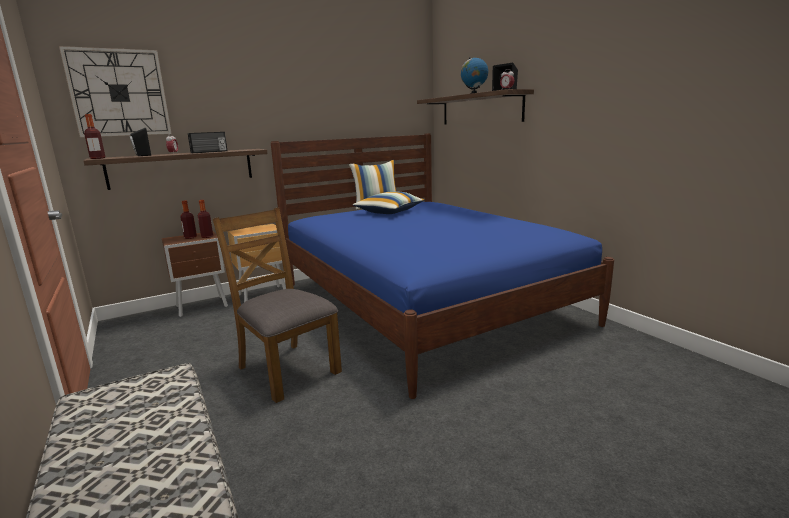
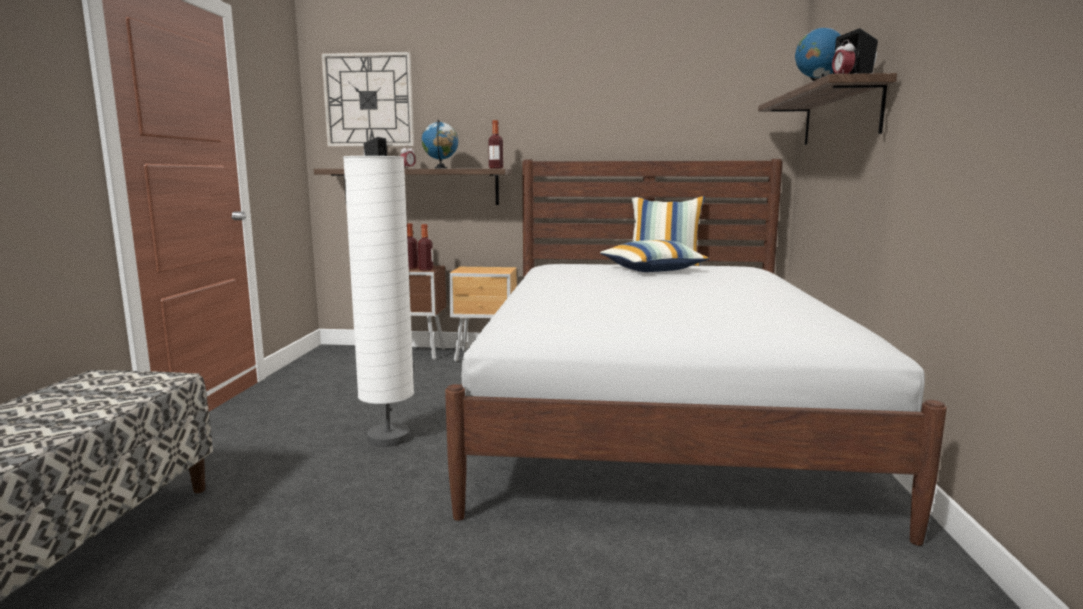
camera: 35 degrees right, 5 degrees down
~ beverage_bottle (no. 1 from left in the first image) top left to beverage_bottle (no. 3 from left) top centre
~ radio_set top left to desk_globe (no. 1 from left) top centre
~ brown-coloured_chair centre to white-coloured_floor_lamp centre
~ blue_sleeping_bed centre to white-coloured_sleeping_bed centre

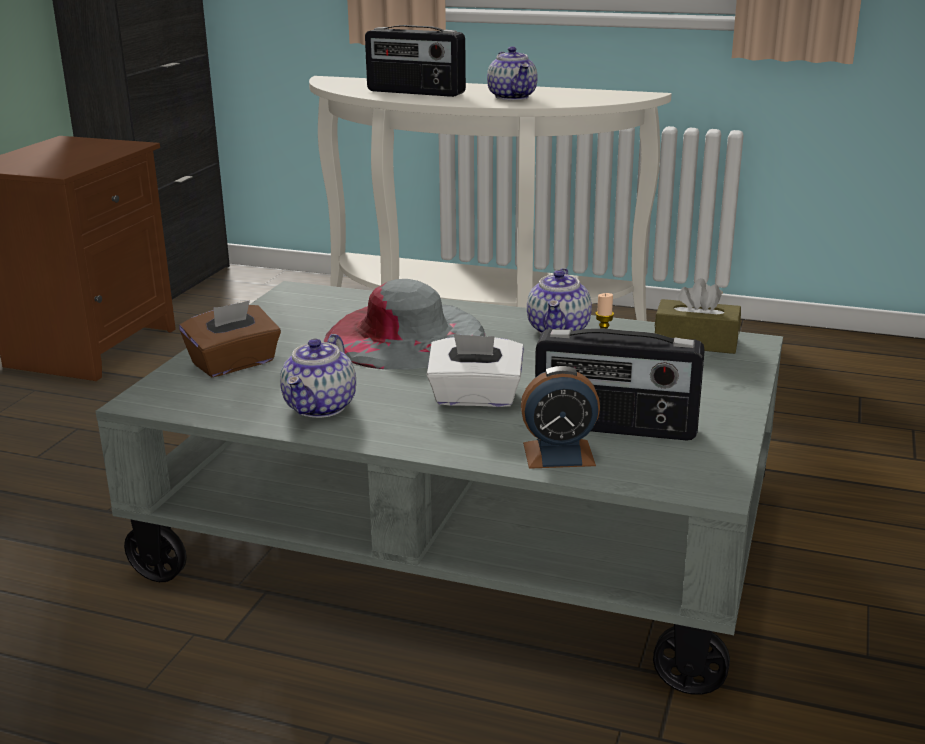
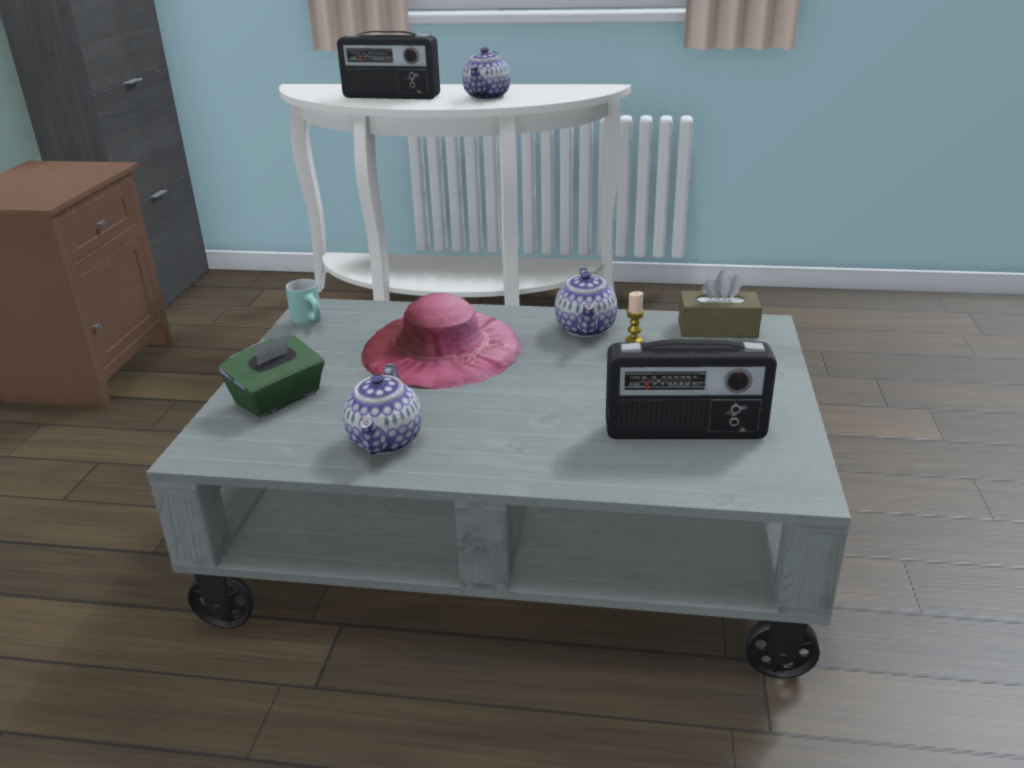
camera: 10 degrees left, 5 degrees up
~ brown-coloured_box_of_tissues (no. 1 from left) middle left to green-coloured_box_of_tissues middle left
~ grey_hat centre to pinkish_hat centre
- white-coloured_box_of_tissues centre
~ teapot (no. 2 from left) top centre = top centre 45 degrees clockwise
- bedside_clock centre
+ turquoise-coloured_coffee_mug middle left

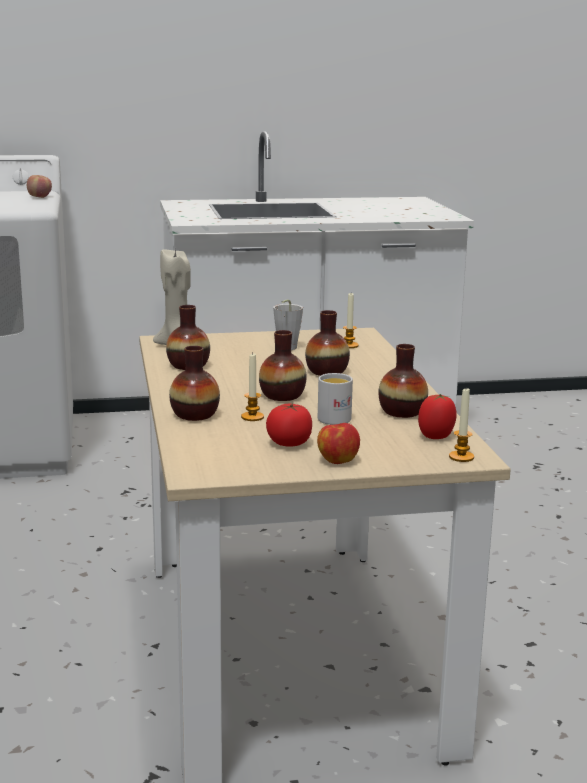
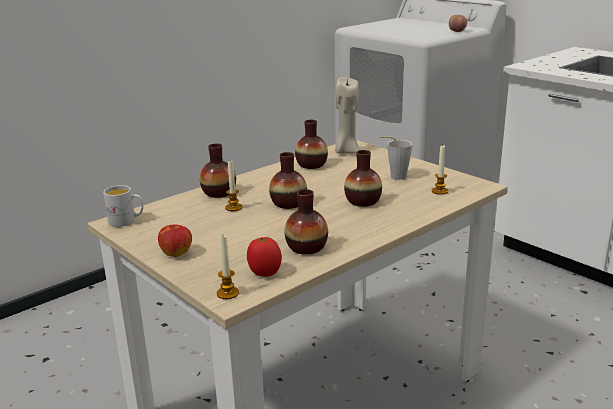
camera: 60 degrees right, 5 degrees up
- tomato (no. 1 from left) centre
~ white-coloured_coffee_mug centre to middle left

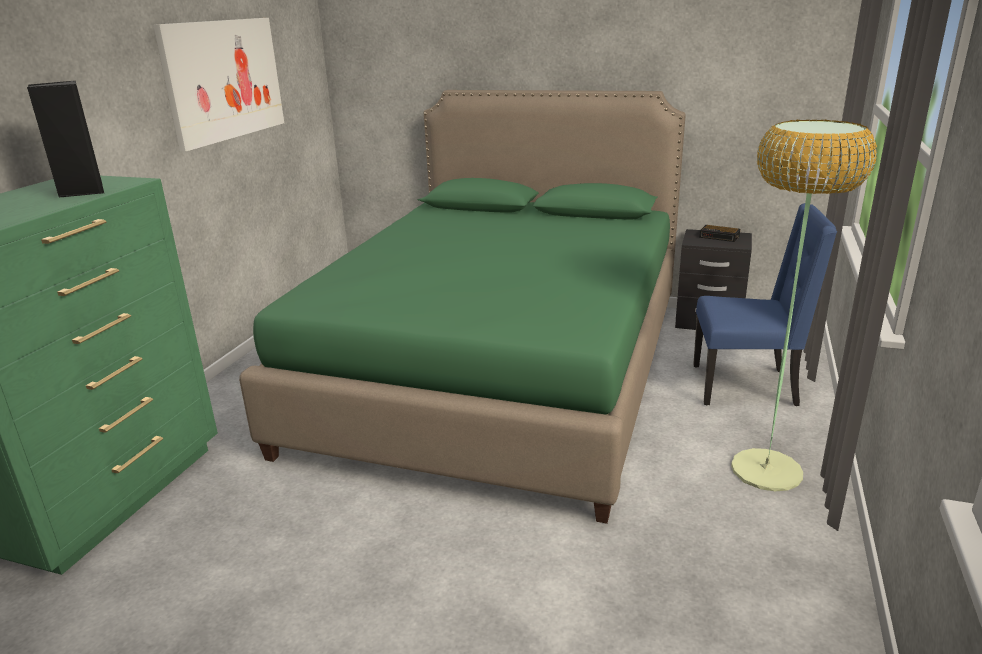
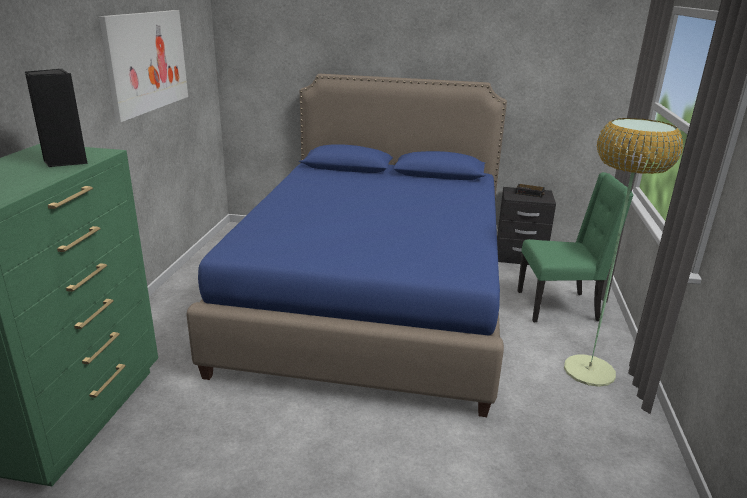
camera: 10 degrees left, 0 degrees up
~ green-coloured_sleeping_bed centre to blue_sleeping_bed centre
~ blue_chair middle right to green-coloured_chair middle right

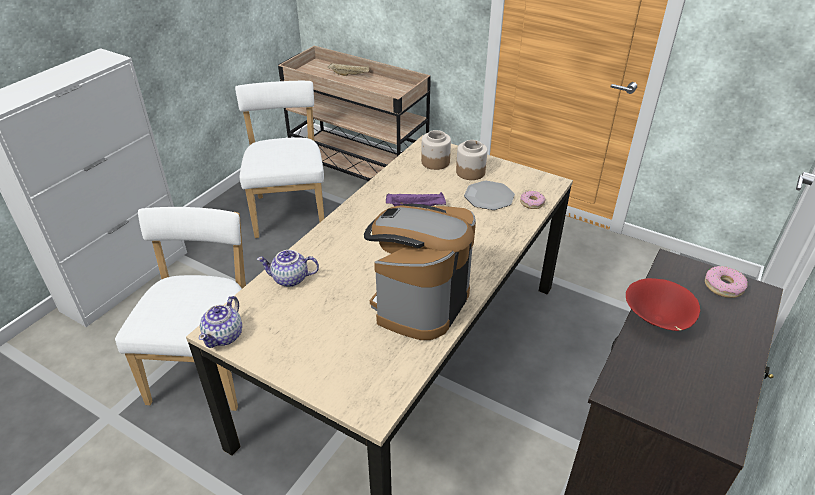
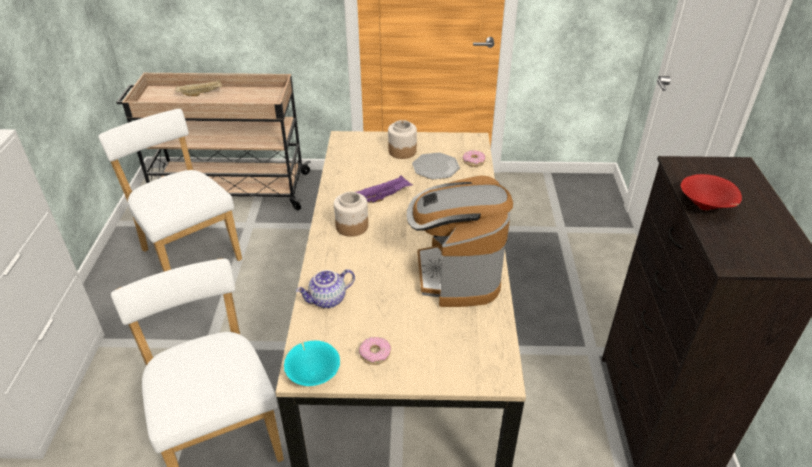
camera: 30 degrees left, 0 degrees up
~ teapot (no. 1 from left) middle left to turquoise-coloured_bowl bottom centre
~ preserve_jar (no. 1 from left) top centre to centre
~ donut (no. 2 from left in the first image) middle right to donut (no. 1 from left) bottom centre

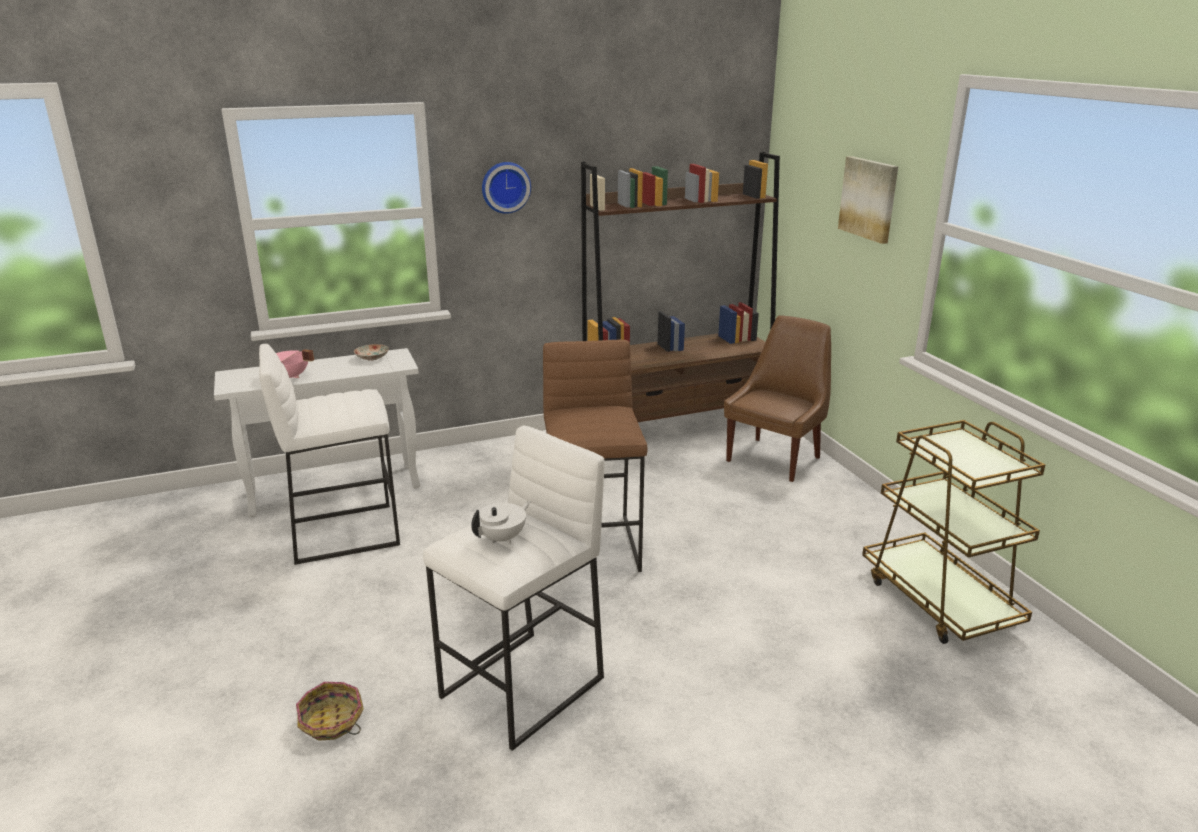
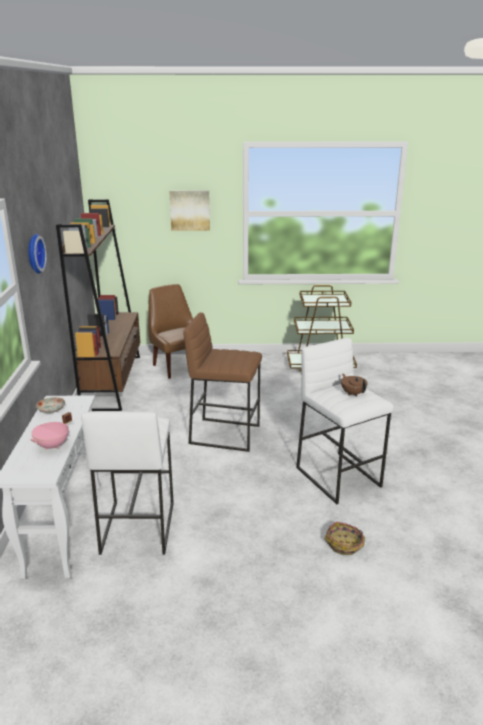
camera: 70 degrees left, 0 degrees up
~ white-coloured_teapot centre to brown-coloured_teapot middle right

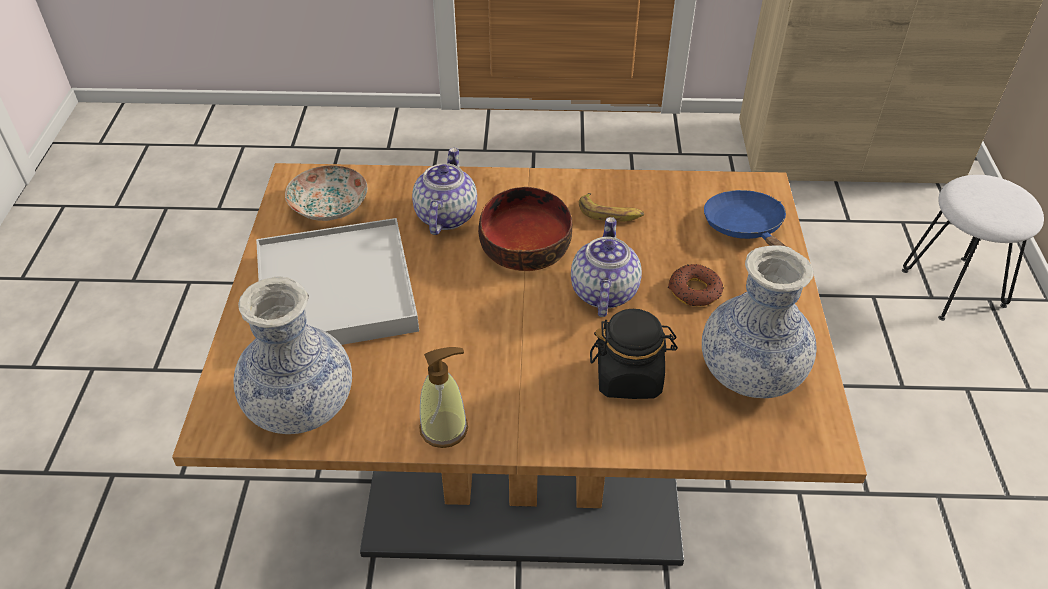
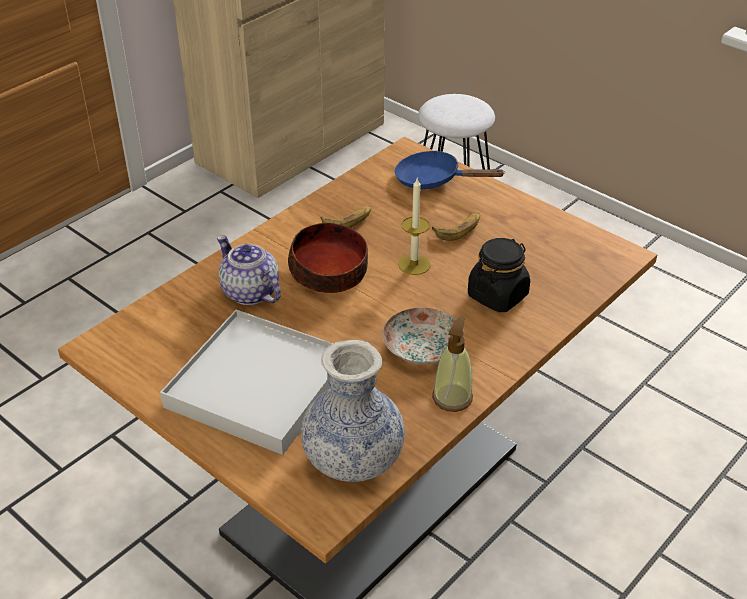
camera: 50 degrees left, 5 degrees down
~ plate top left to centre
~ teapot (no. 2 from left) centre to wax_light centre
~ donut centre to banana_fruit (no. 2 from left) centre
- decorative_vase (no. 2 from left) middle right

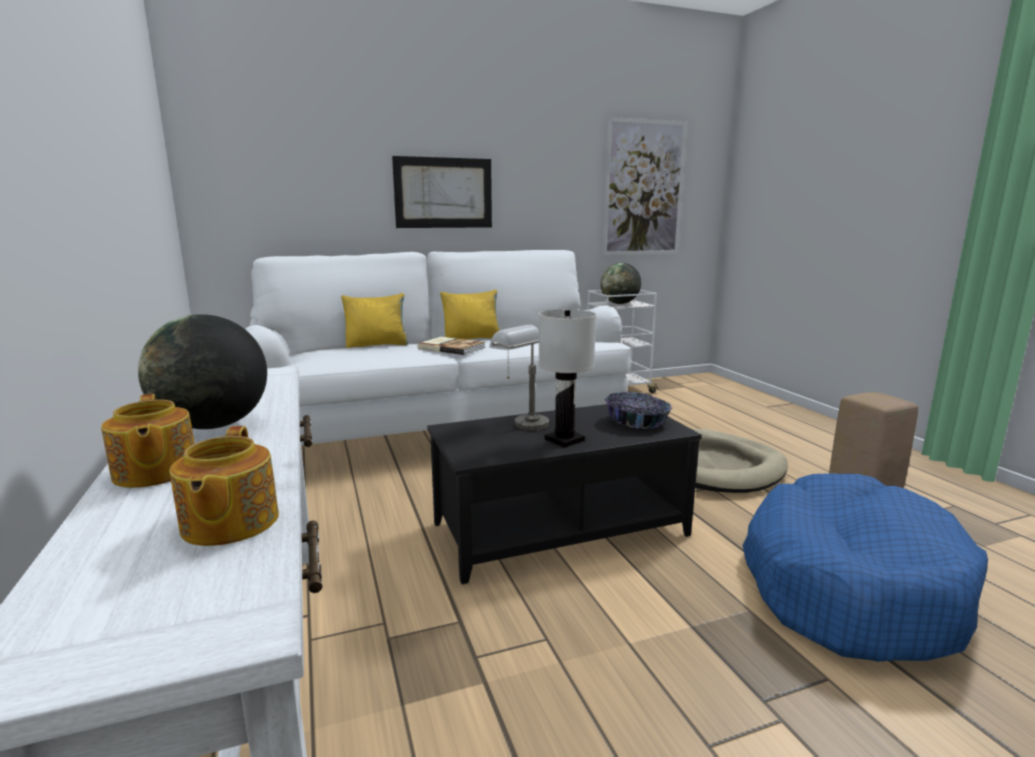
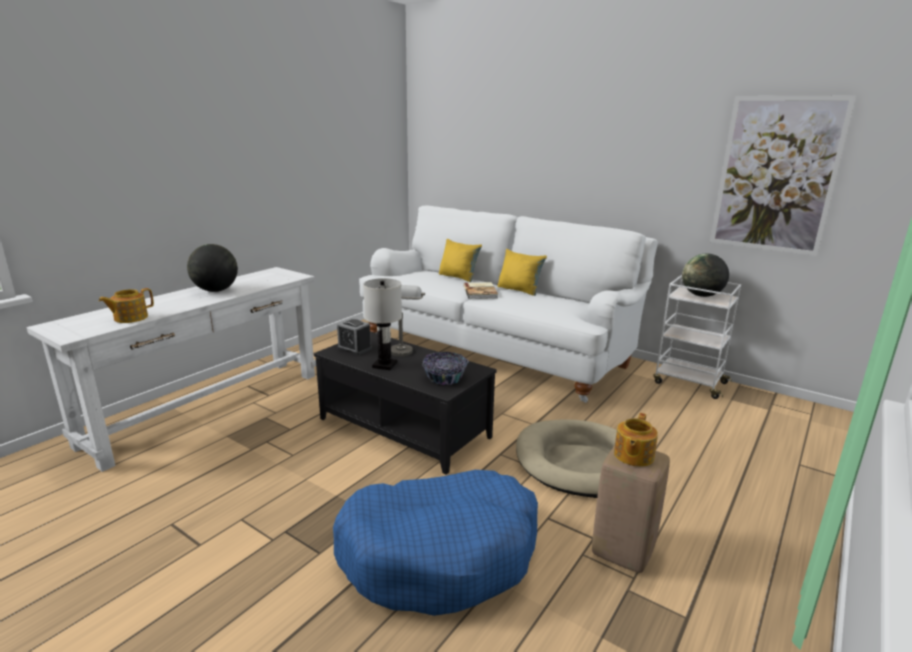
camera: 55 degrees right, 5 degrees up
~ teapot (no. 1 from left in the first image) middle left to teapot (no. 2 from left) bottom right
- wall_picture (no. 1 from left) top centre
+ bedside_clock centre

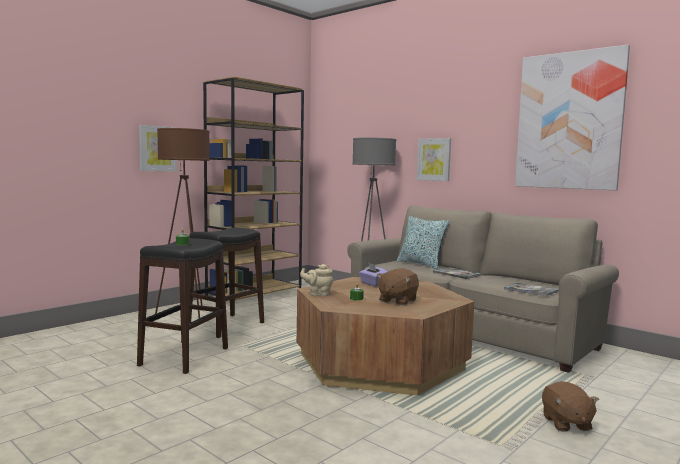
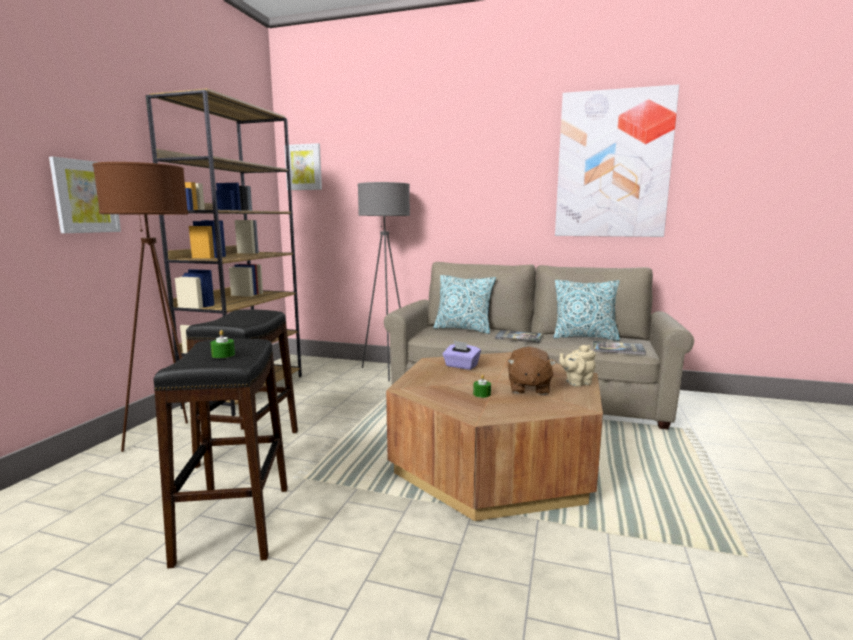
camera: 25 degrees left, 5 degrees up
~ beige_teapot centre to middle right
~ wall_picture (no. 2 from left) centre to top centre
- brown-coloured_cuddly_toy (no. 2 from left) bottom right
+ throw_pillow (no. 2 from left) middle right

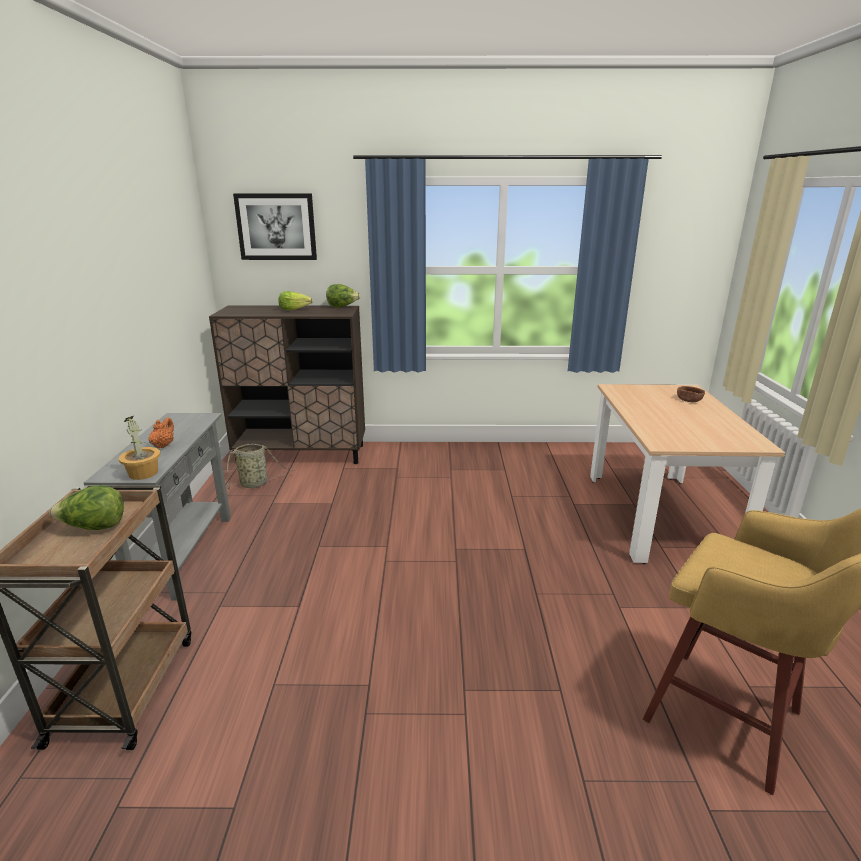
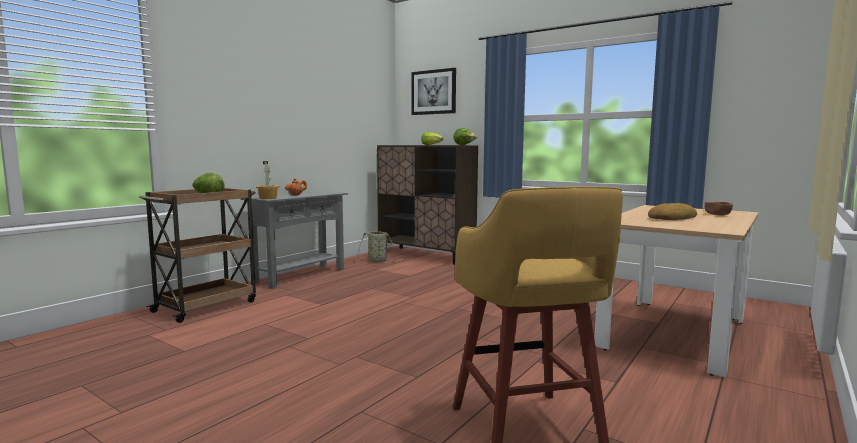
camera: 35 degrees right, 15 degrees down
+ bread middle right

